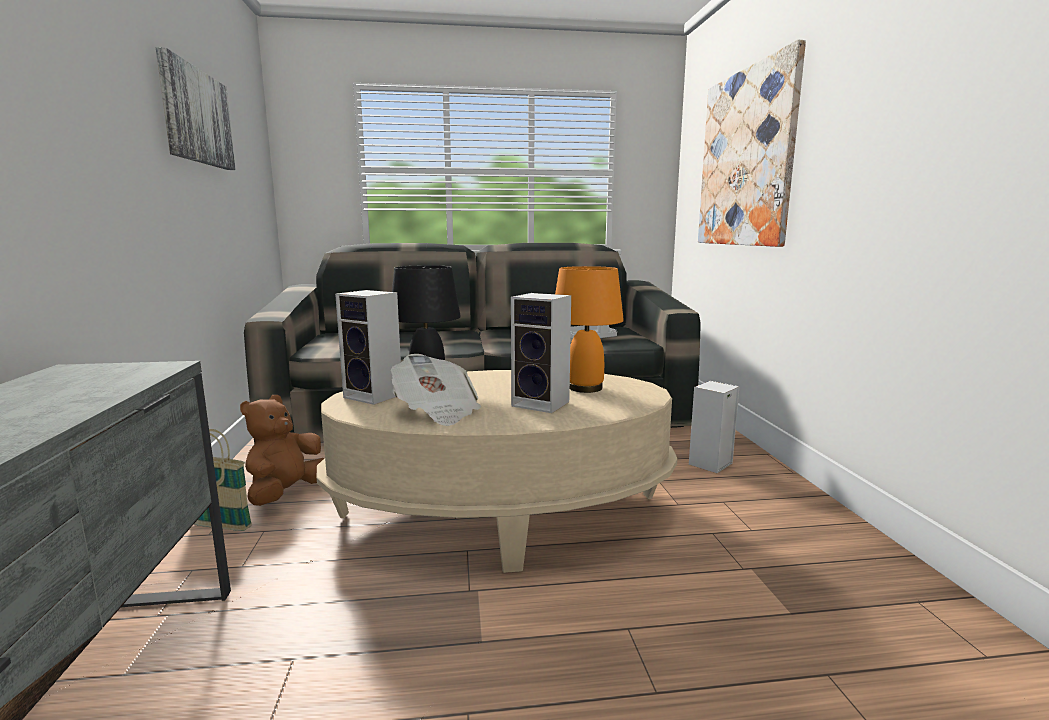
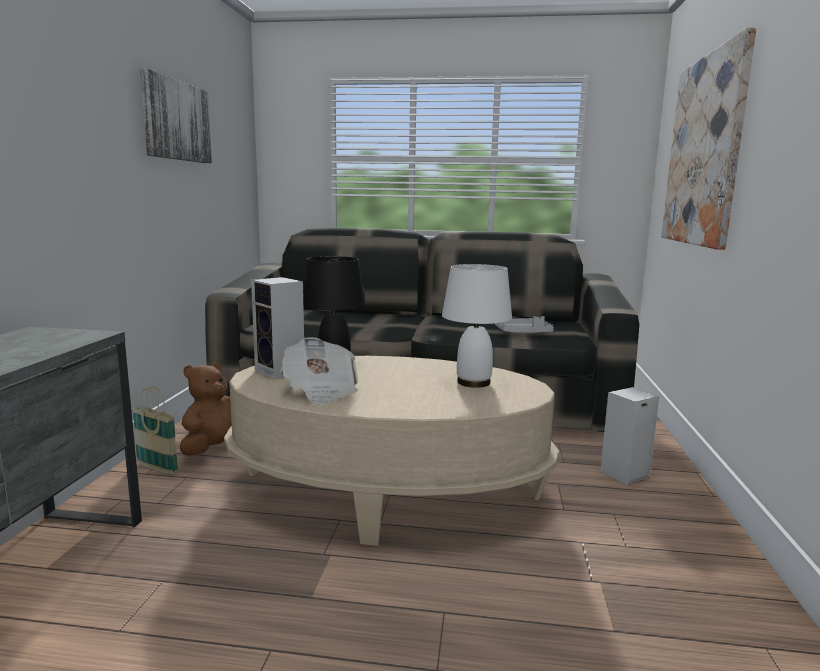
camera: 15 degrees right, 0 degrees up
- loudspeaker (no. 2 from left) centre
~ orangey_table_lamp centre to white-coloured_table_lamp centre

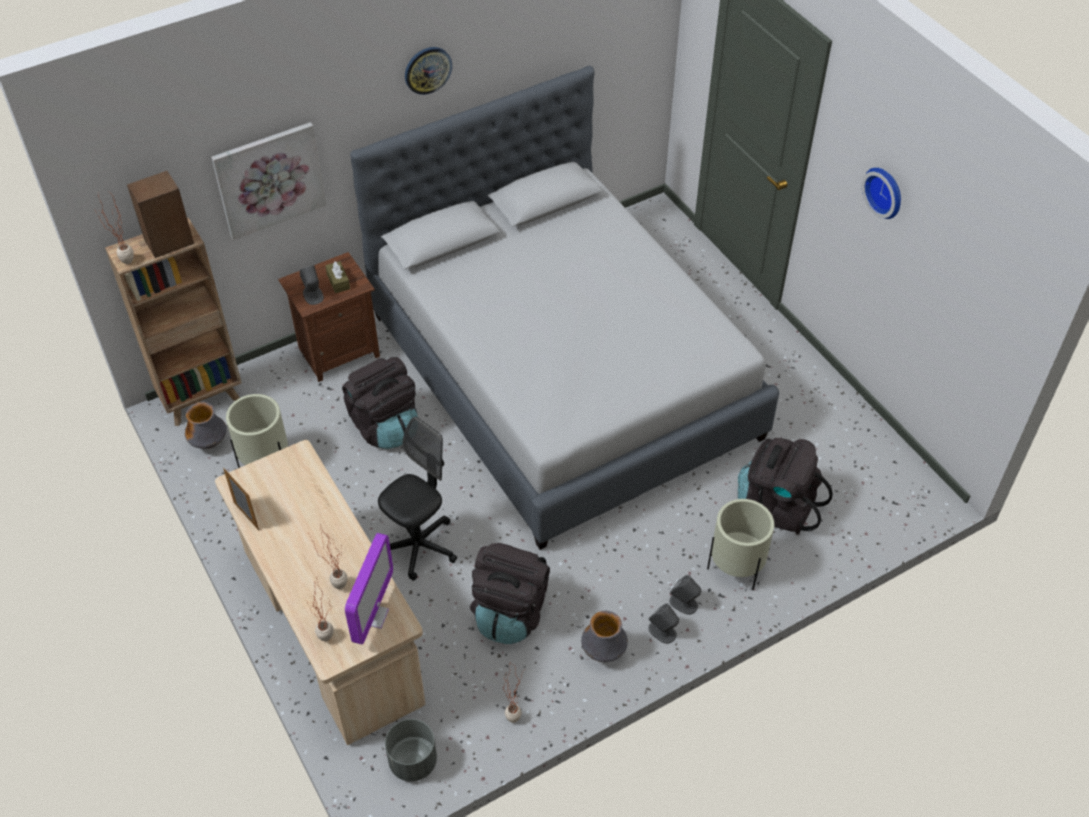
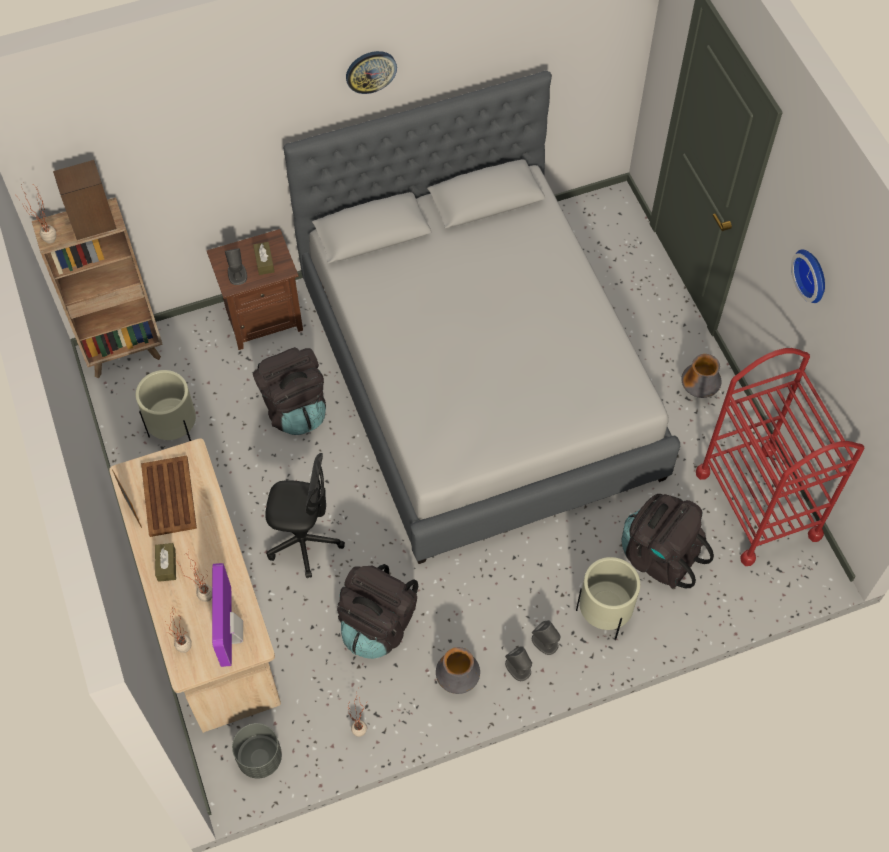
camera: 10 degrees right, 10 degrees up
~ decorative_vase (no. 1 from left in the first image) middle left to decorative_vase (no. 2 from left) middle right
- wall_picture top left
~ computer_display bottom centre = bottom left 150 degrees clockwise
~ black_computer_chair centre = centre 45 degrees clockwise
+ brown-coloured_tray middle left
+ brown-coloured_box_of_tissues (no. 1 from left) middle left
+ reddish_trolley middle right

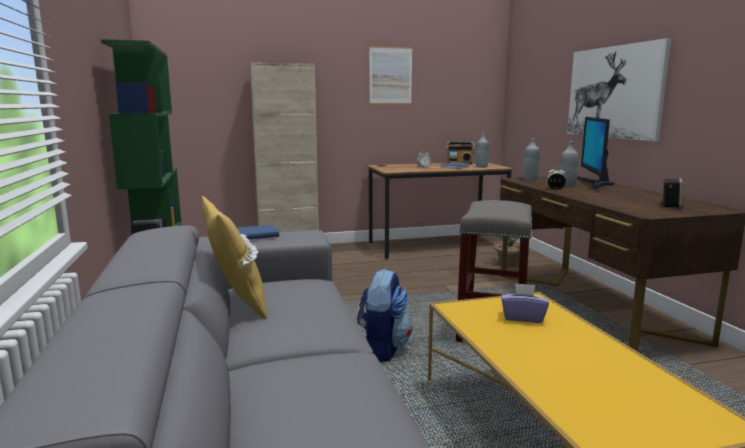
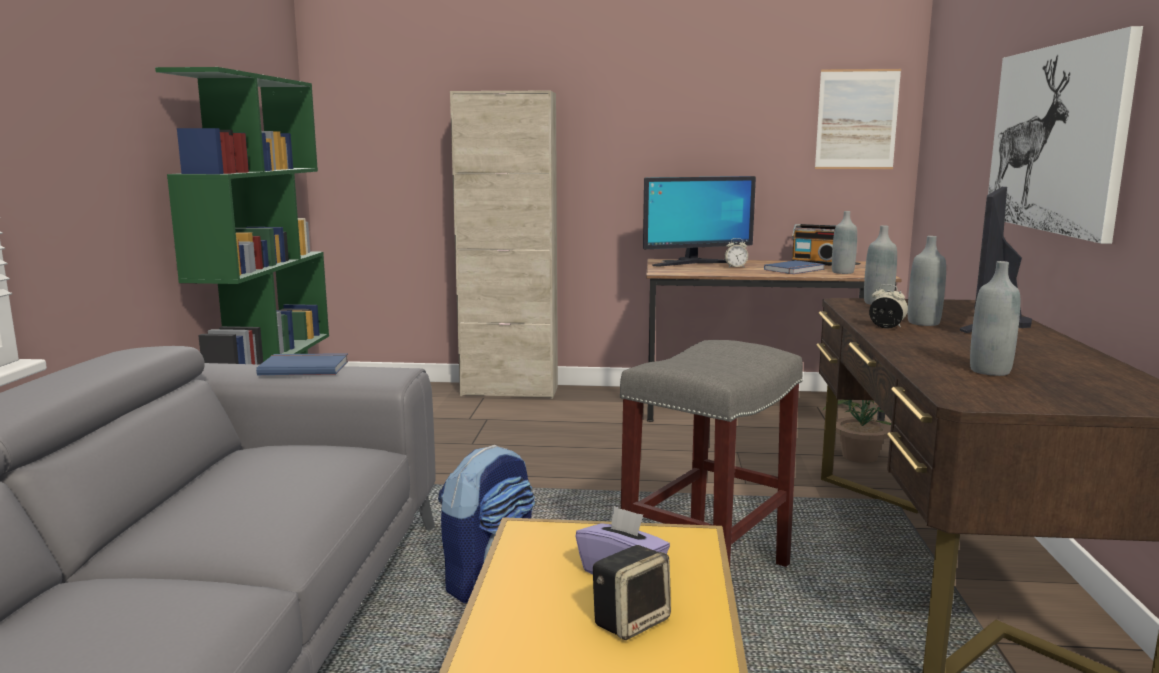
camera: 20 degrees right, 0 degrees up
- yellow-coloured_throw_pillow middle left
~ wall_picture (no. 1 from left) top centre to top right
~ loudspeaker middle right to bottom centre
+ computer_display (no. 1 from left) top centre
+ grey_beverage_bottle (no. 4 from left) middle right

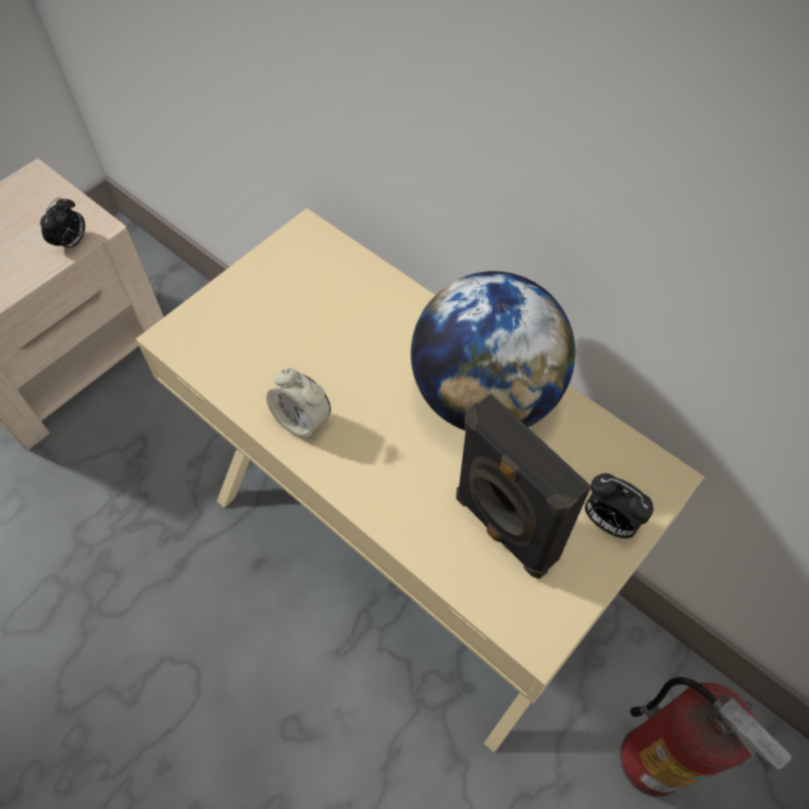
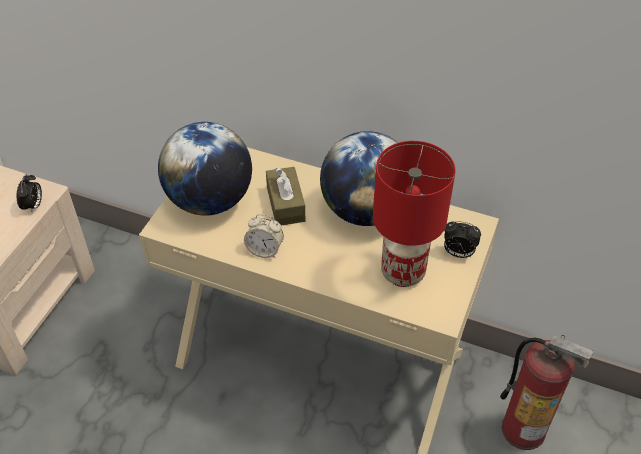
camera: 20 degrees left, 10 degrees down
~ black_loudspeaker centre to reddish_table_lamp centre
+ desk_globe (no. 1 from left) middle left
+ brown-coloured_box_of_tissues centre

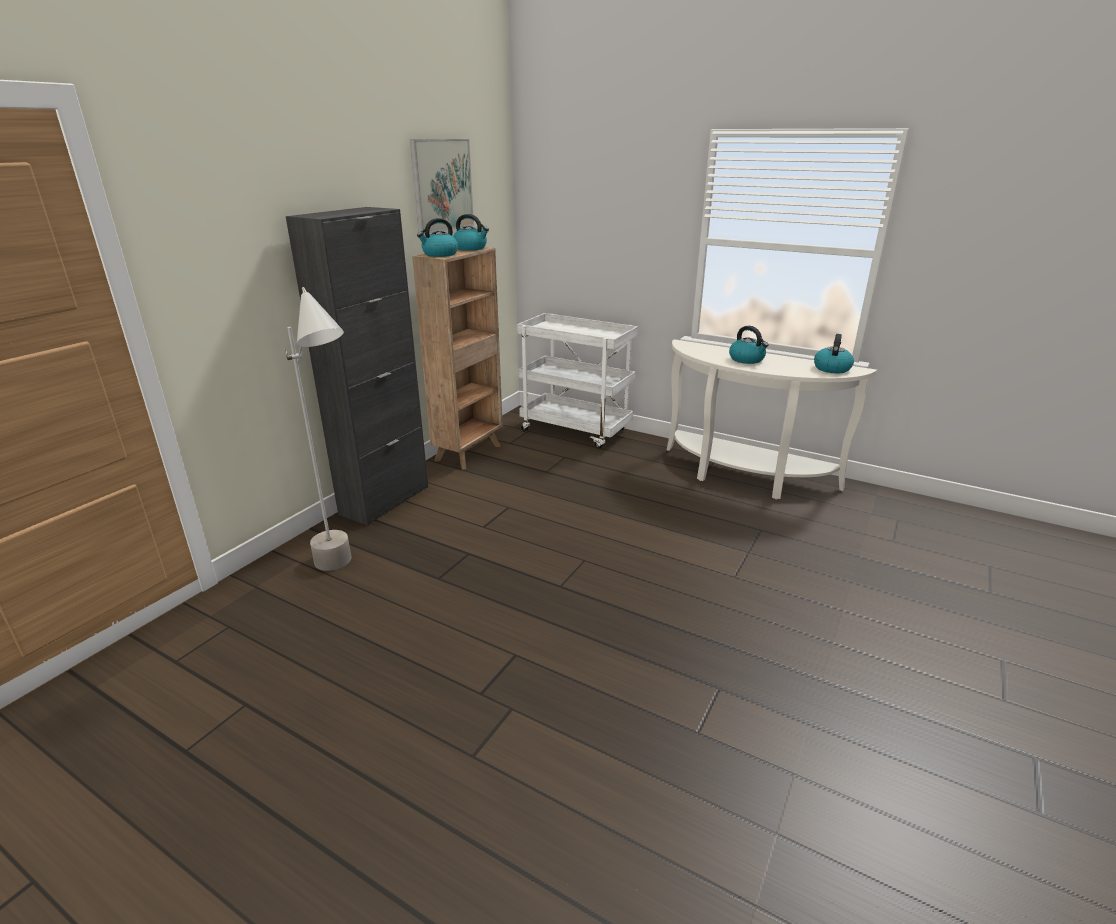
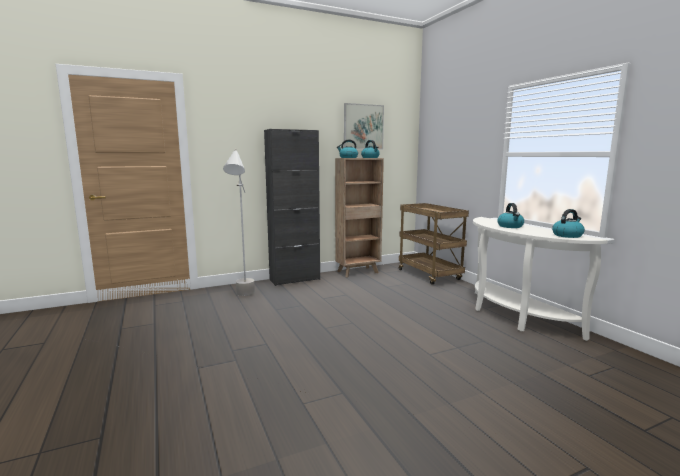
camera: 35 degrees right, 15 degrees down
~ white-coloured_trolley centre to brown-coloured_trolley centre

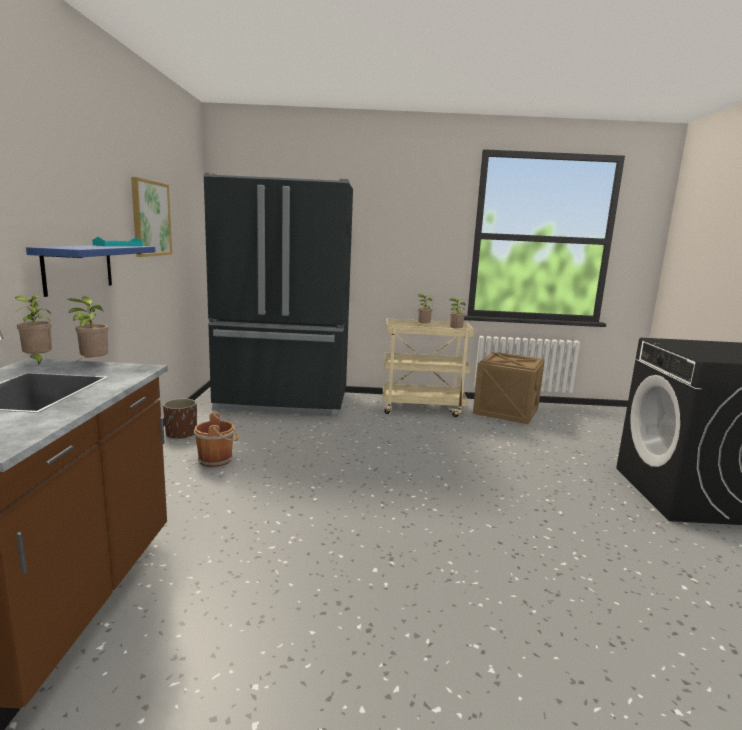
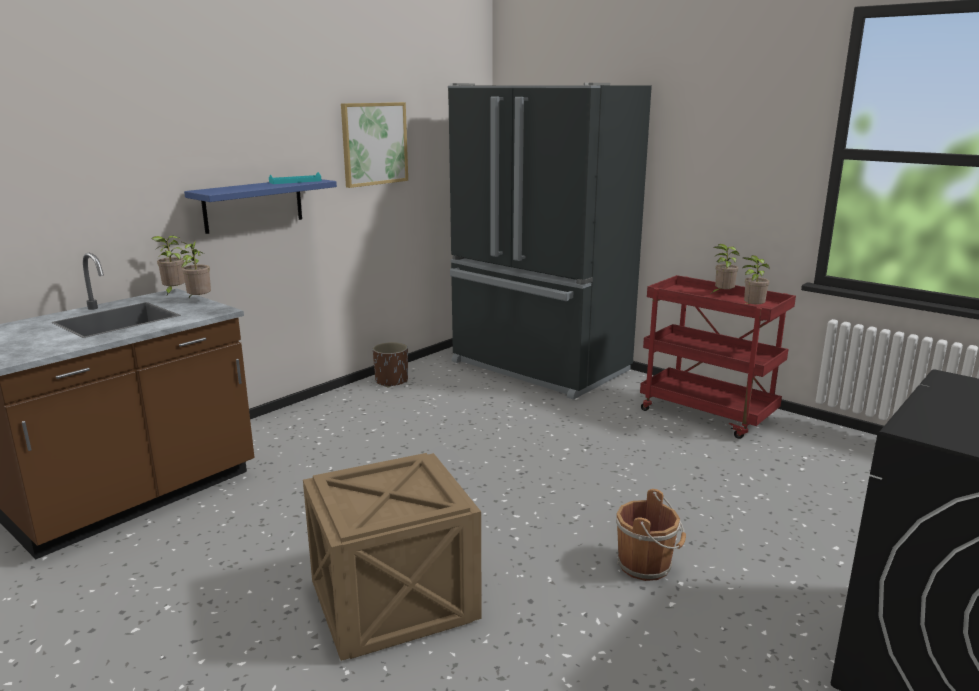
camera: 40 degrees right, 5 degrees up
~ brown-coloured_water_bucket middle left to bottom centre
~ beige_trolley centre to reddish_trolley middle right
~ shipping_crate middle right to bottom centre

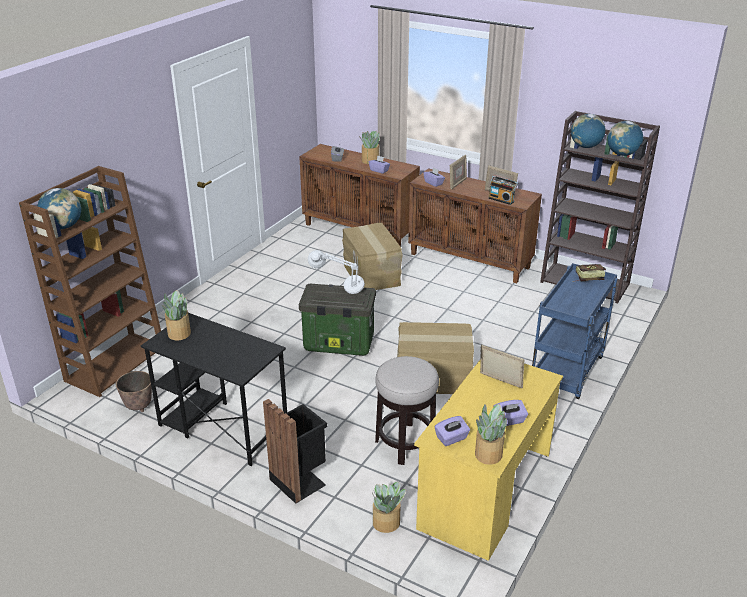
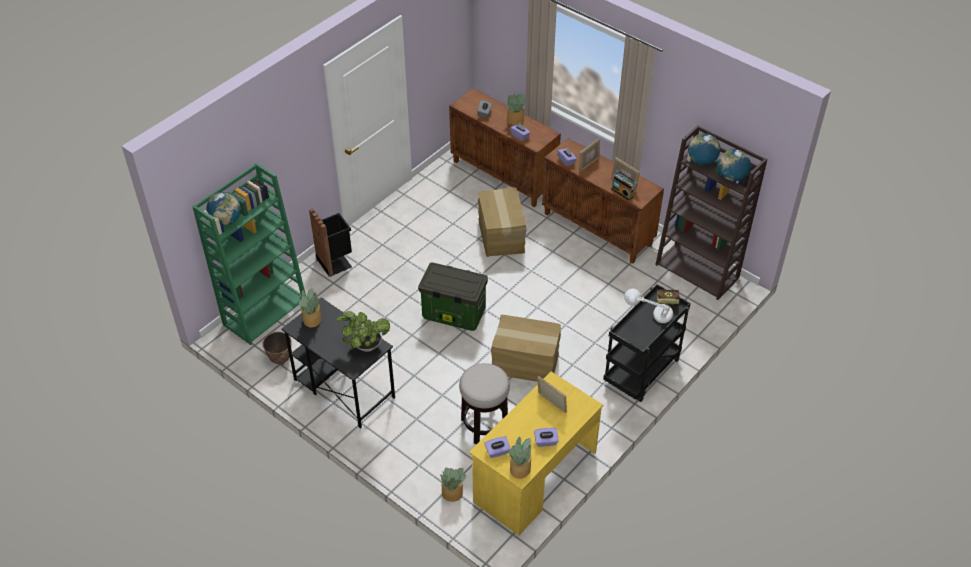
camera: 10 degrees right, 15 degrees up
~ brown-coloured_bookcase (no. 1 from left) middle left to green-coloured_bookcase middle left
~ black_waste_bin bottom centre to centre
~ white-coloured_table_lamp centre to middle right
~ blue_trolley middle right to black_trolley centre
+ houseplant (no. 2 from left) centre

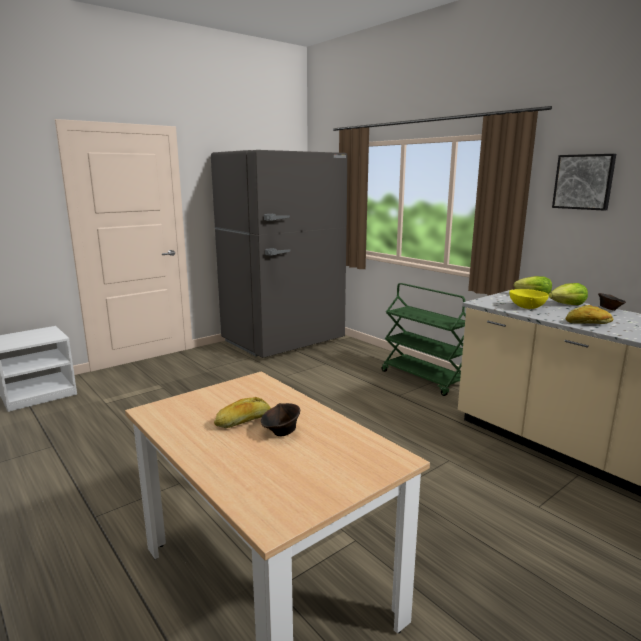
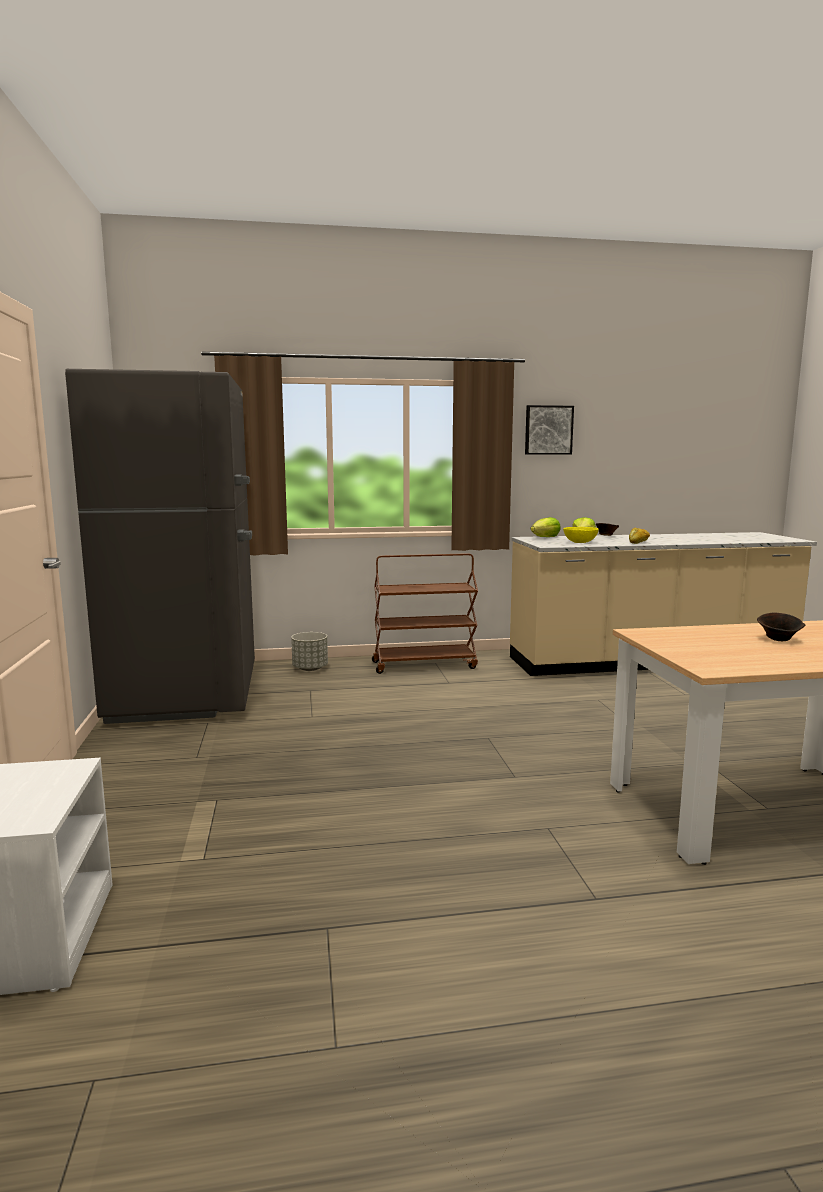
camera: 60 degrees left, 5 degrees down
- bread (no. 1 from left) centre
~ green-coloured_trolley centre to brown-coloured_trolley centre
+ grey_flower_pot centre

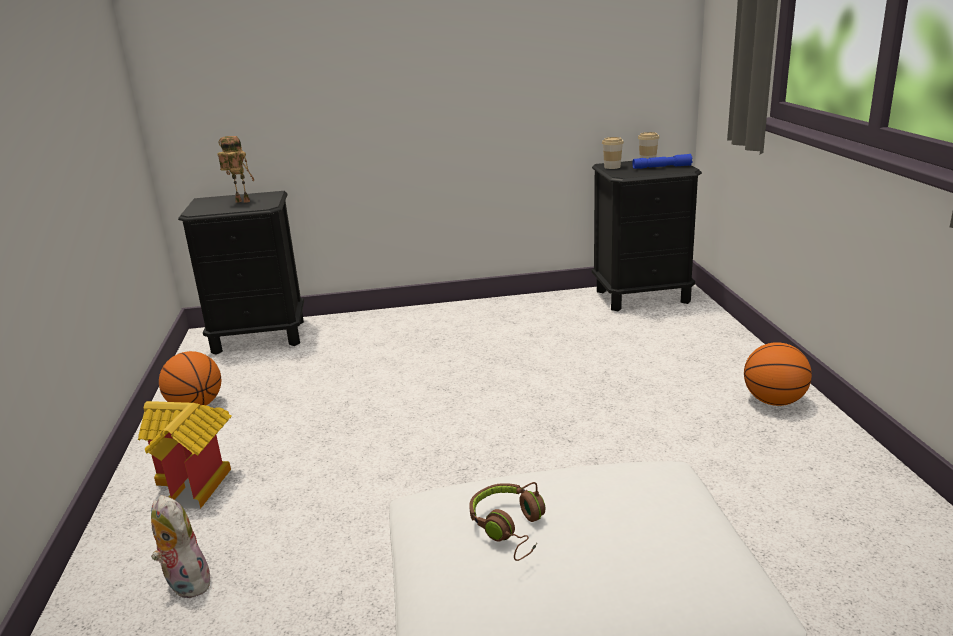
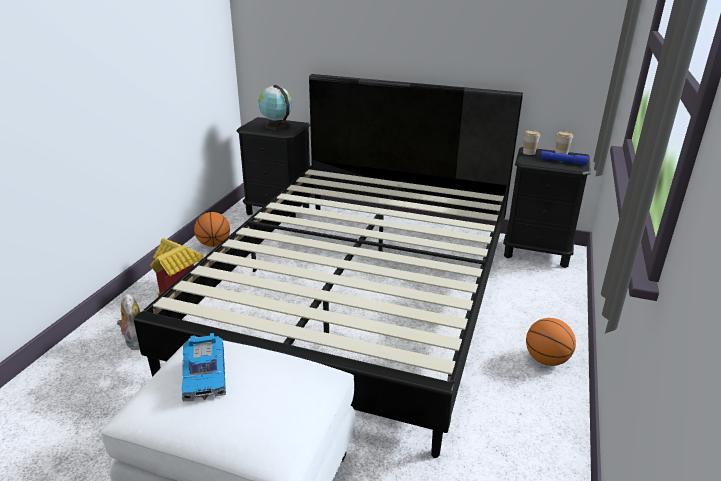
camera: 25 degrees right, 5 degrees up
~ model_robot top left to desk_globe top centre
~ brown-coloured_headphones bottom centre to model_car bottom left
+ black_sleeping_bed centre

